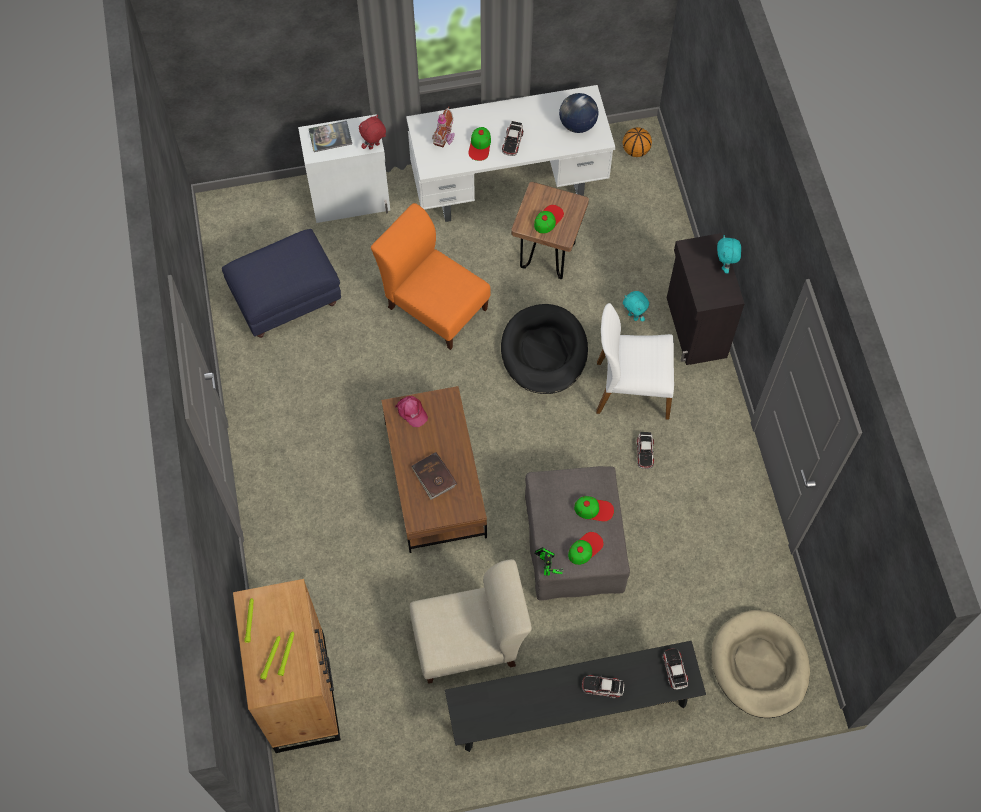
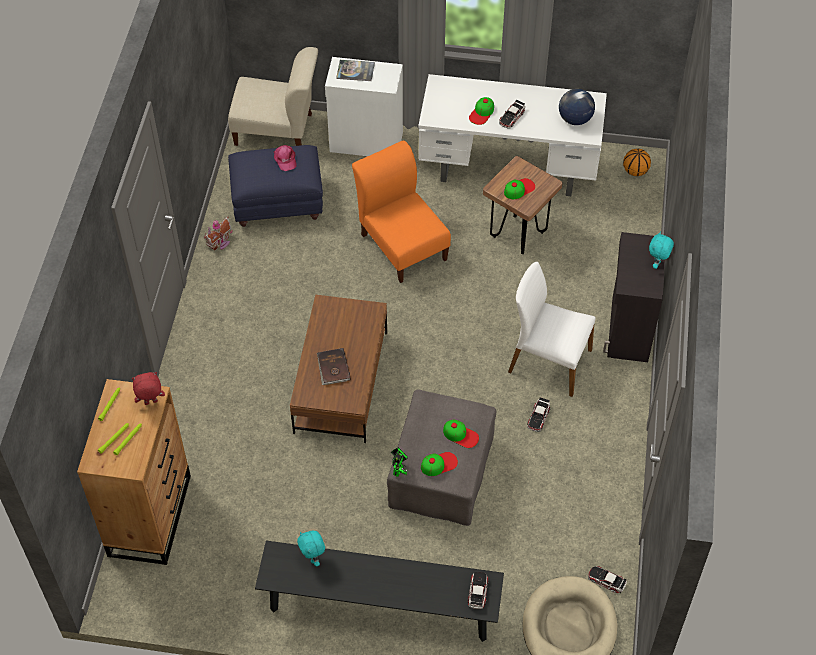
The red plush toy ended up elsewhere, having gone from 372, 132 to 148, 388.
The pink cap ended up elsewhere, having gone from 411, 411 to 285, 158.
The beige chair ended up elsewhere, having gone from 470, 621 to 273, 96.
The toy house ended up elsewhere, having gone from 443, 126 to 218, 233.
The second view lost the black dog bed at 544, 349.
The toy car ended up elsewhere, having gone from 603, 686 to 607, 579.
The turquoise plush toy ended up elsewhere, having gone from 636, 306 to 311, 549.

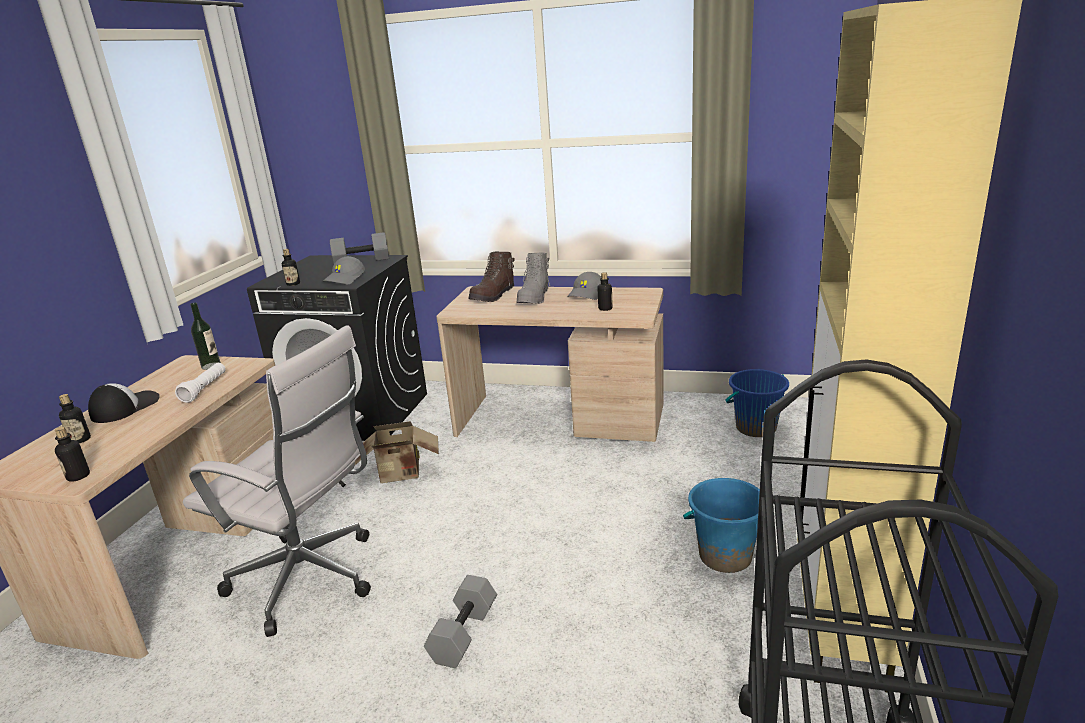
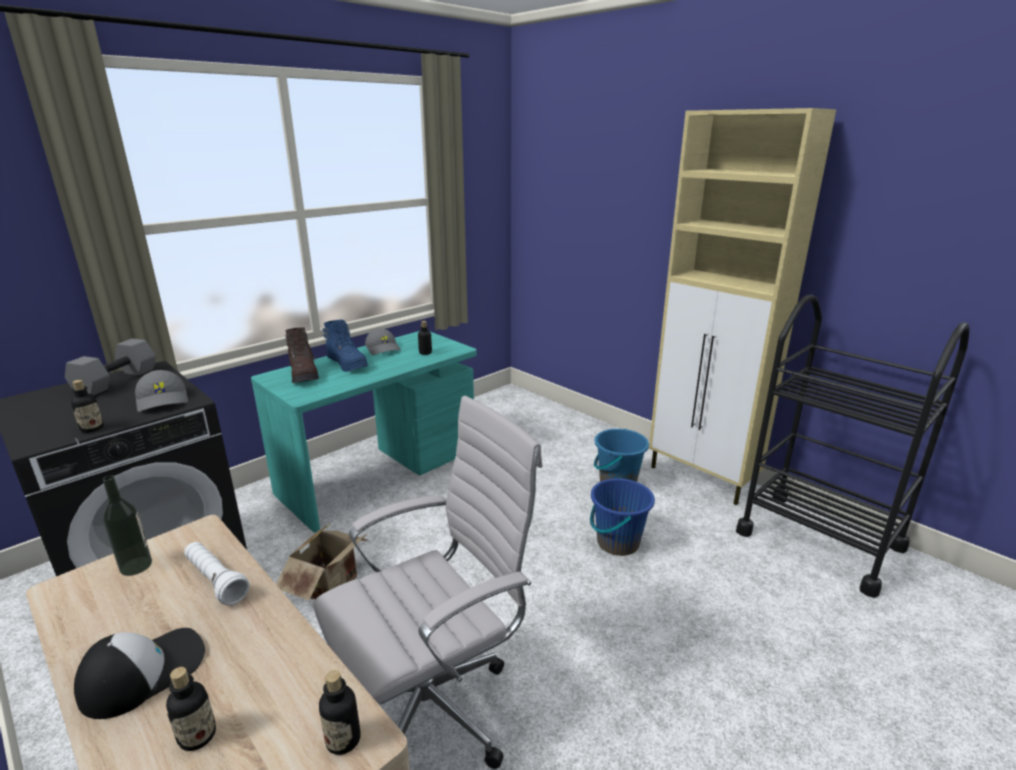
The cap at 124, 403 ended up facing another way, 75 degrees clockwise from before.
The second view lost the grey dumbbell at 460, 621.
What was the beige desk at 550, 364 turned into the turquoise desk at 364, 432.
What was the grey boot at 533, 278 turned into the blue boot at 345, 346.
The blue bucket ended up elsewhere, having gone from 757, 403 to 622, 517.

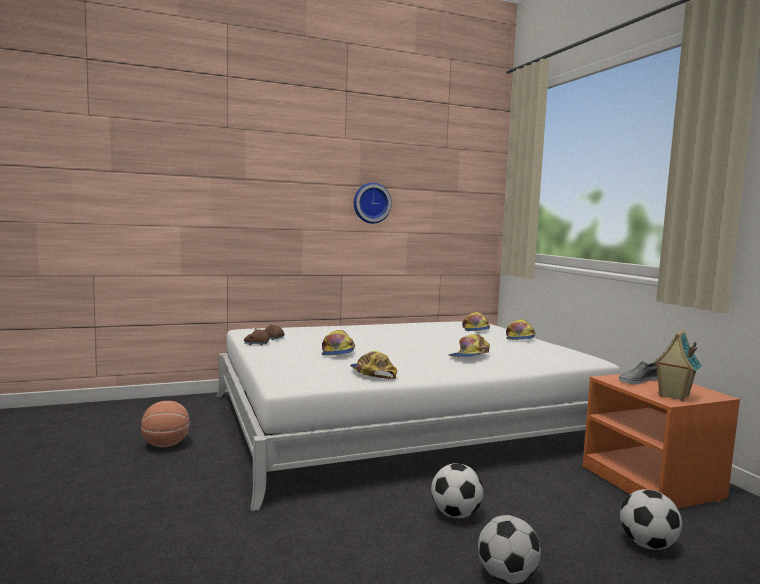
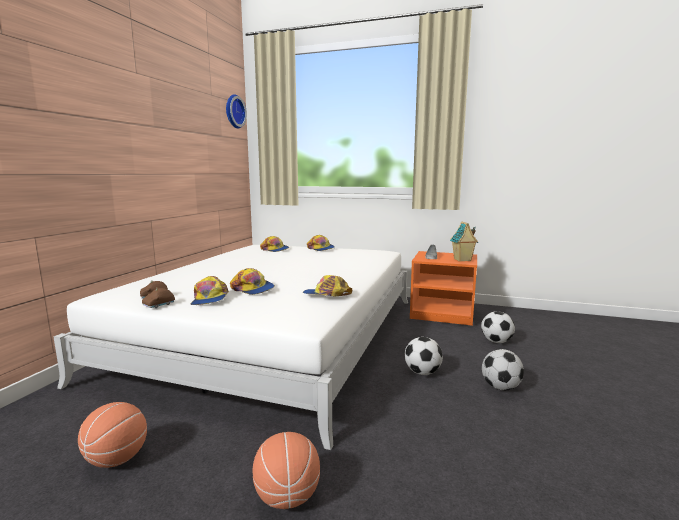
The wall clock ended up elsewhere, having gone from 373, 203 to 236, 111.
The cap ended up elsewhere, having gone from 469, 345 to 210, 290.
The second view gained the basketball at 286, 470.

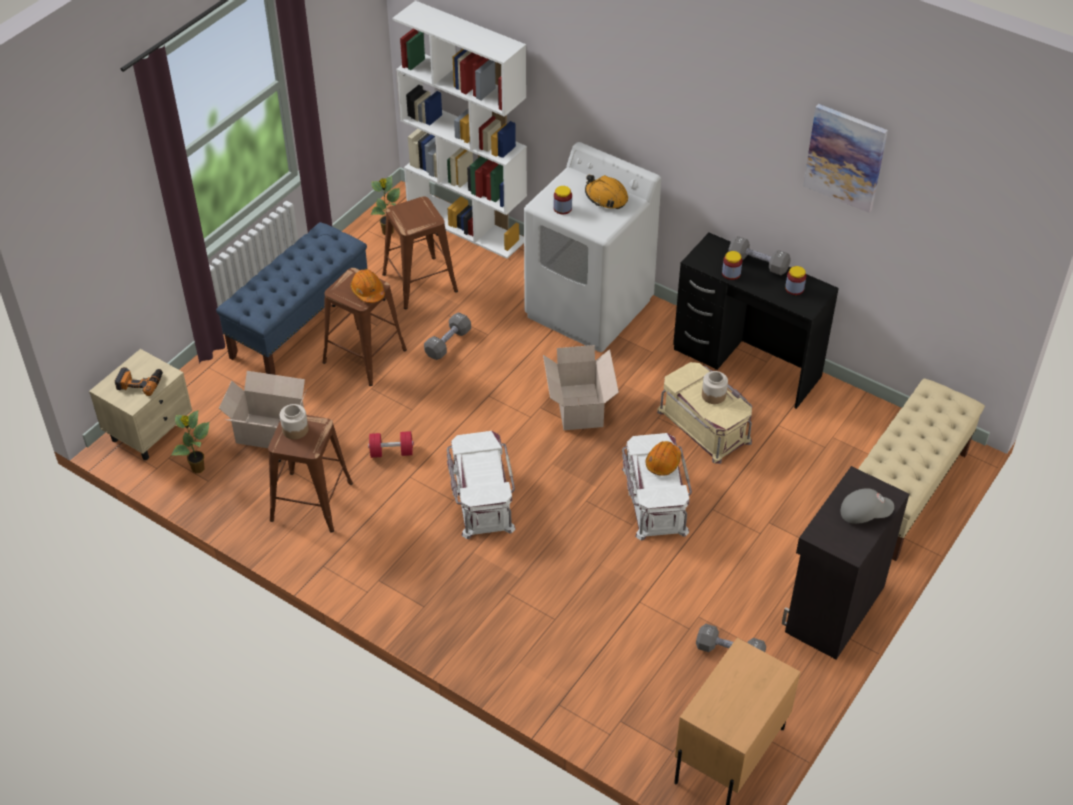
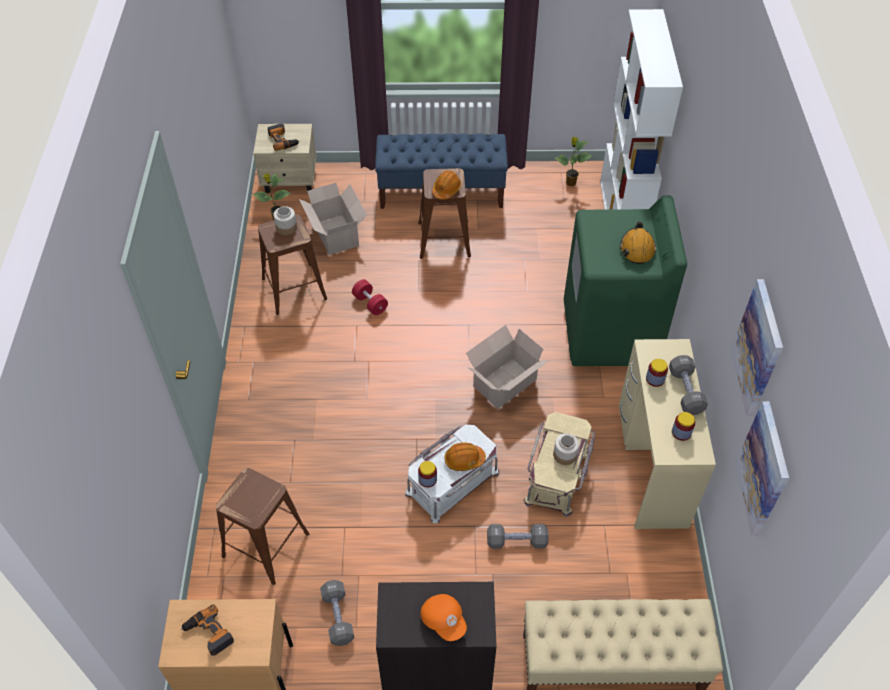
The brown stool ended up elsewhere, having gone from 420, 252 to 262, 526.
The grey dumbbell ended up elsewhere, having gone from 447, 336 to 518, 536.
The second view lost the white storage box at 481, 485.
What was the white washing machine at 592, 247 turned into the green washing machine at 625, 280.
The jar ended up elsewhere, having gone from 563, 200 to 427, 474.
What was the black desk at 756, 321 turned into the beige desk at 667, 434.
What was the grey cap at 867, 506 turned into the orange cap at 443, 617.
The second view gained the power drill at 207, 630.
The second view gained the picture at 762, 468.

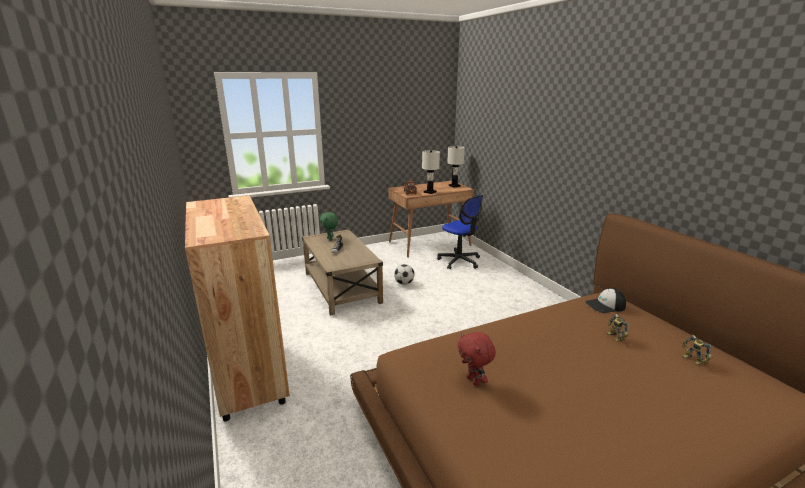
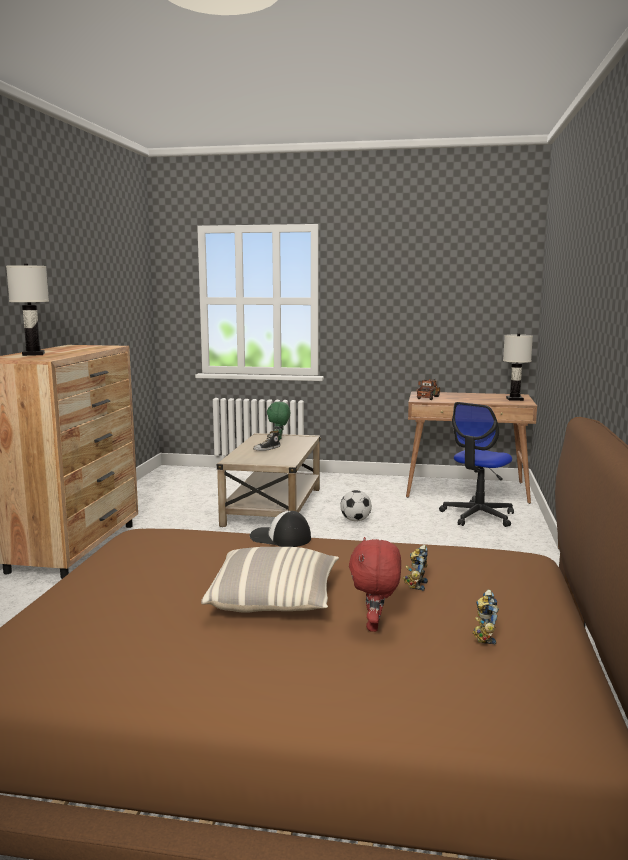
The white table lamp ended up elsewhere, having gone from 431, 172 to 27, 310.
The office chair at 460, 232 ended up facing another way, 45 degrees clockwise from before.
The red plush toy ended up elsewhere, having gone from 477, 359 to 375, 584.
The cap ended up elsewhere, having gone from 605, 300 to 280, 529.
The second view gained the pillow at 270, 580.

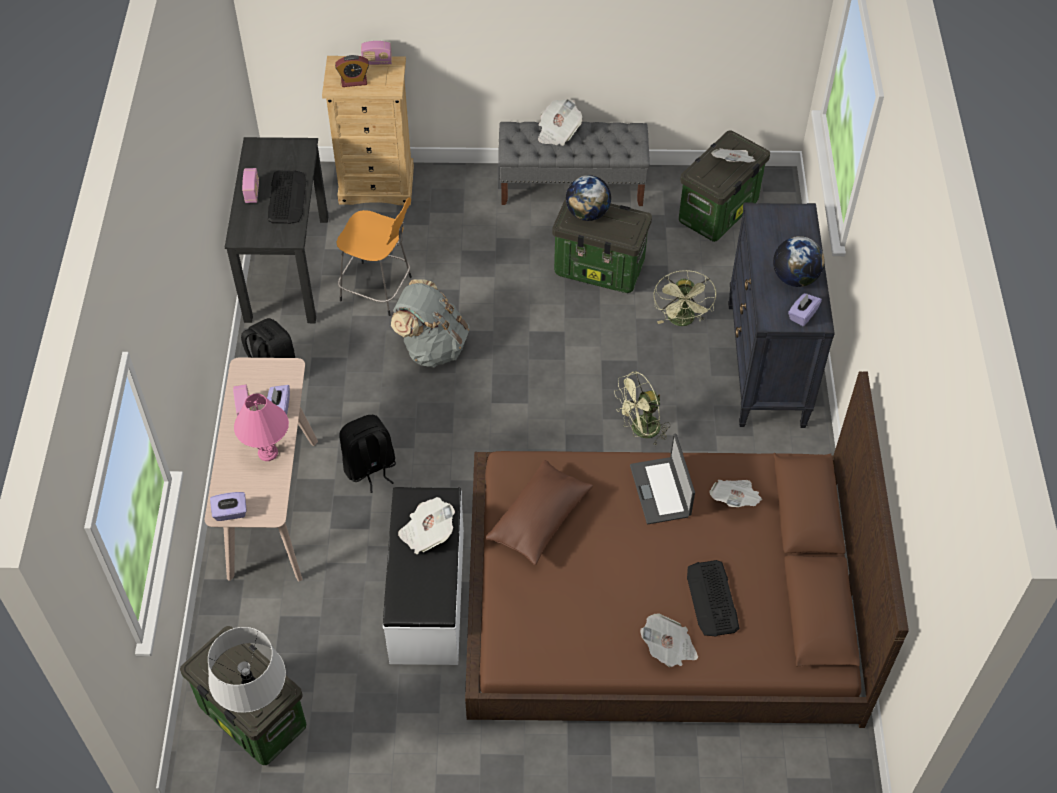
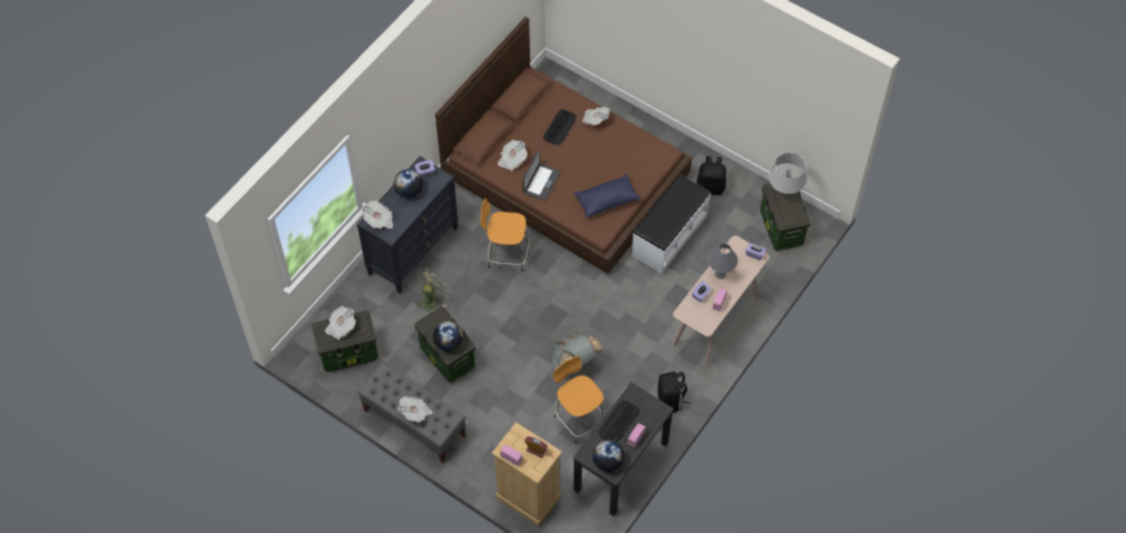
What was the pink table lamp at 261, 427 turned into the grey table lamp at 723, 261.
The black backpack ended up elsewhere, having gone from 367, 454 to 711, 175.
The newspaper ended up elsewhere, having gone from 426, 525 to 377, 215.
What was the brown pillow at 539, 512 turned into the blue pillow at 607, 196.
Where the green fan stood at 642, 408, the orange stool came to stand at 504, 235.
The second view gained the globe at 609, 456.

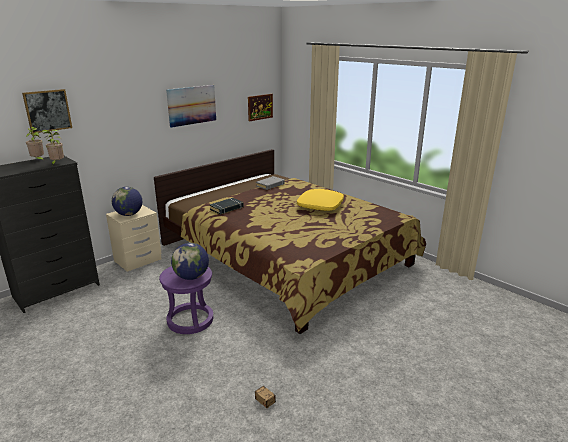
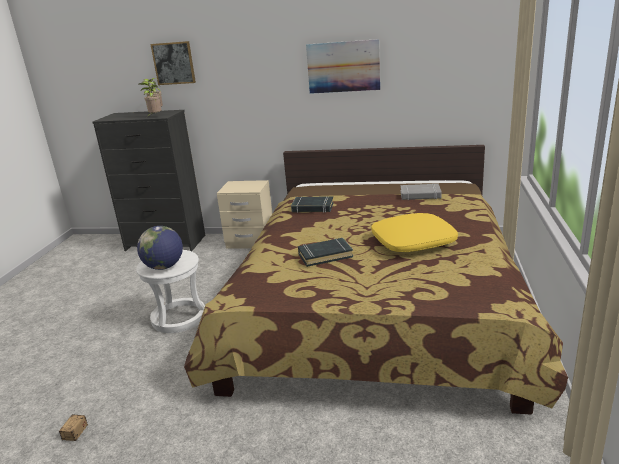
The second view lost the globe at 127, 201.
What was the purple stool at 186, 300 turned into the white stool at 170, 291.
The second view lost the picture at 260, 107.
The second view gained the black book at 325, 252.

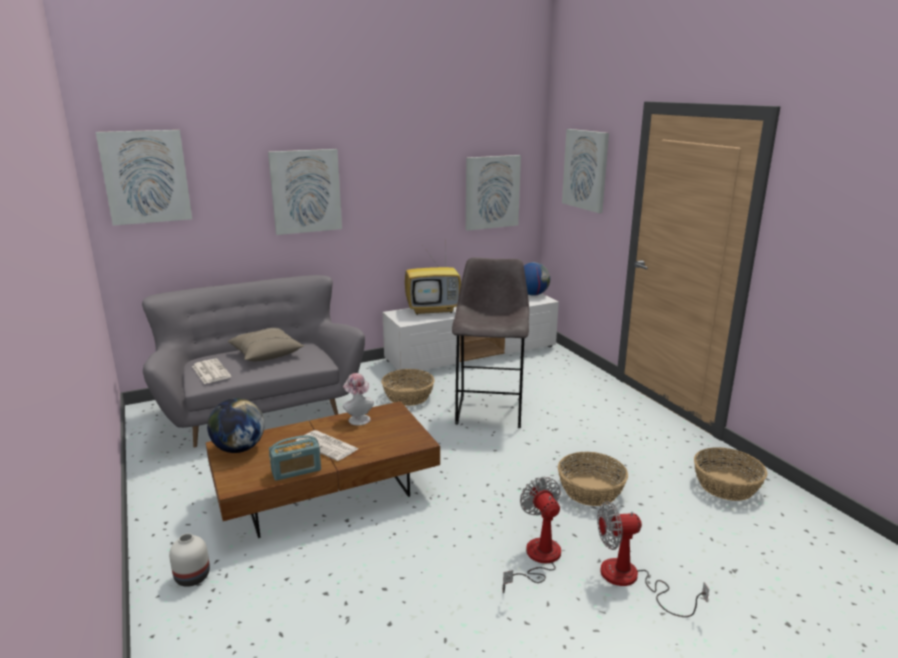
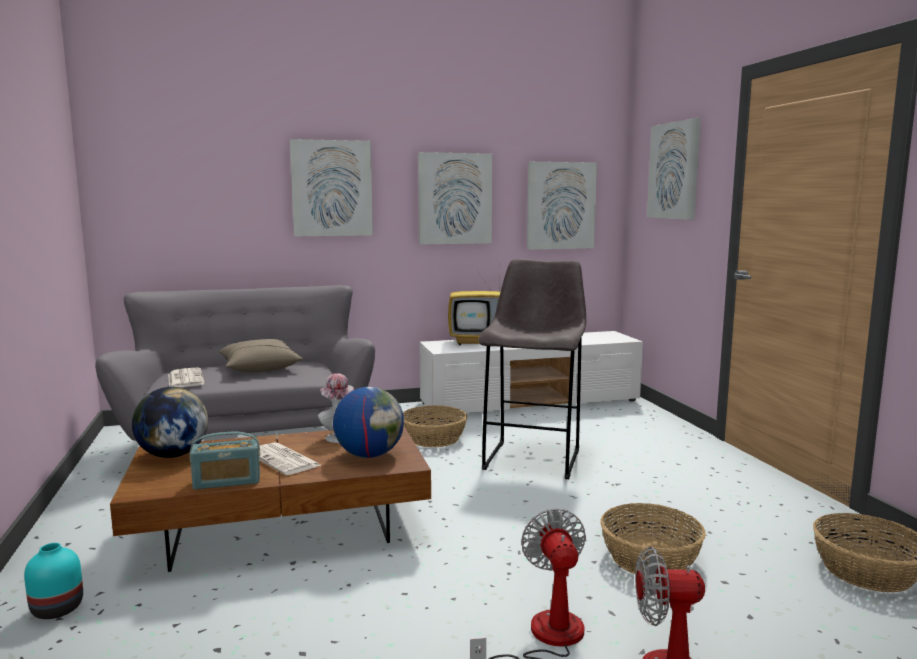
The picture ended up elsewhere, having gone from 144, 178 to 455, 198.
What was the white vase at 189, 560 turned into the turquoise vase at 53, 581.
The globe ended up elsewhere, having gone from 537, 279 to 368, 422.

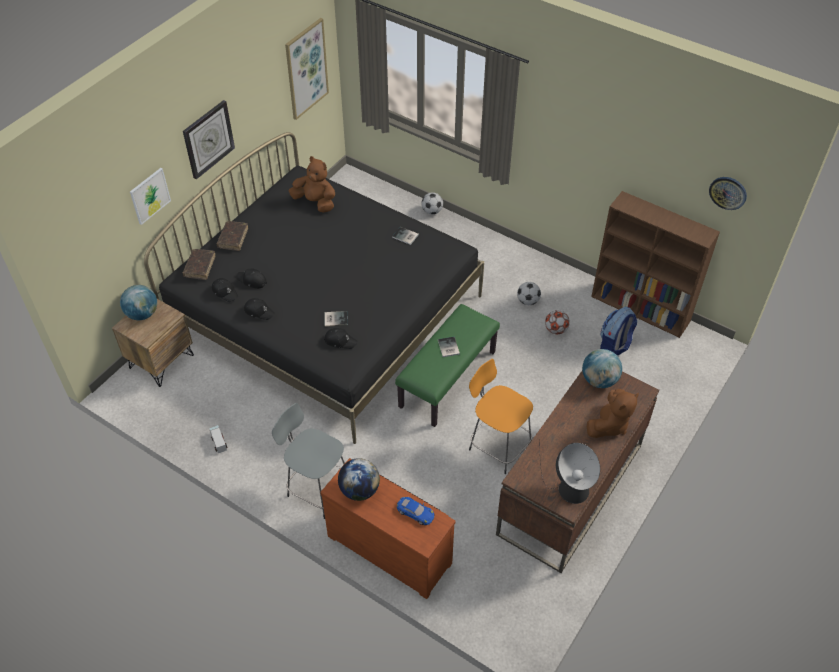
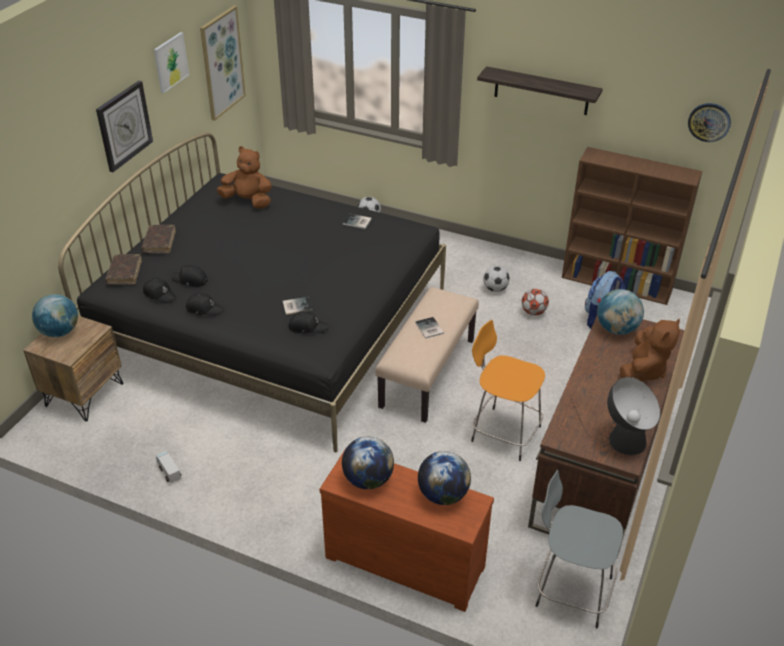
The picture ended up elsewhere, having gone from 150, 196 to 171, 62.
The grey stool ended up elsewhere, having gone from 308, 461 to 579, 549.
What was the green bench at 447, 365 turned into the beige bench at 427, 355.
Where the blue toy car stood at 415, 511, the globe came to stand at 444, 478.
The second view gained the shelf at 539, 90.

